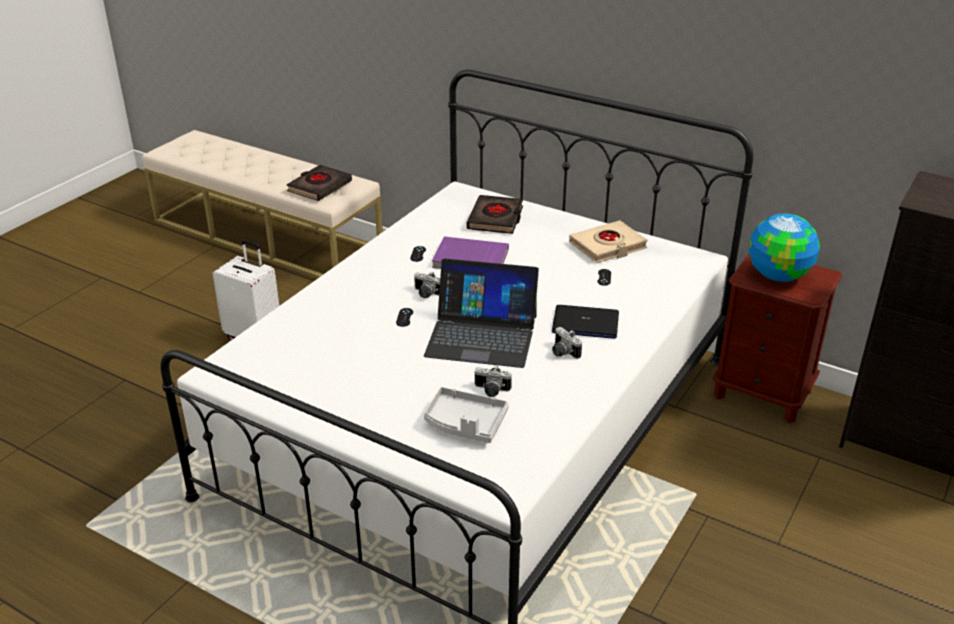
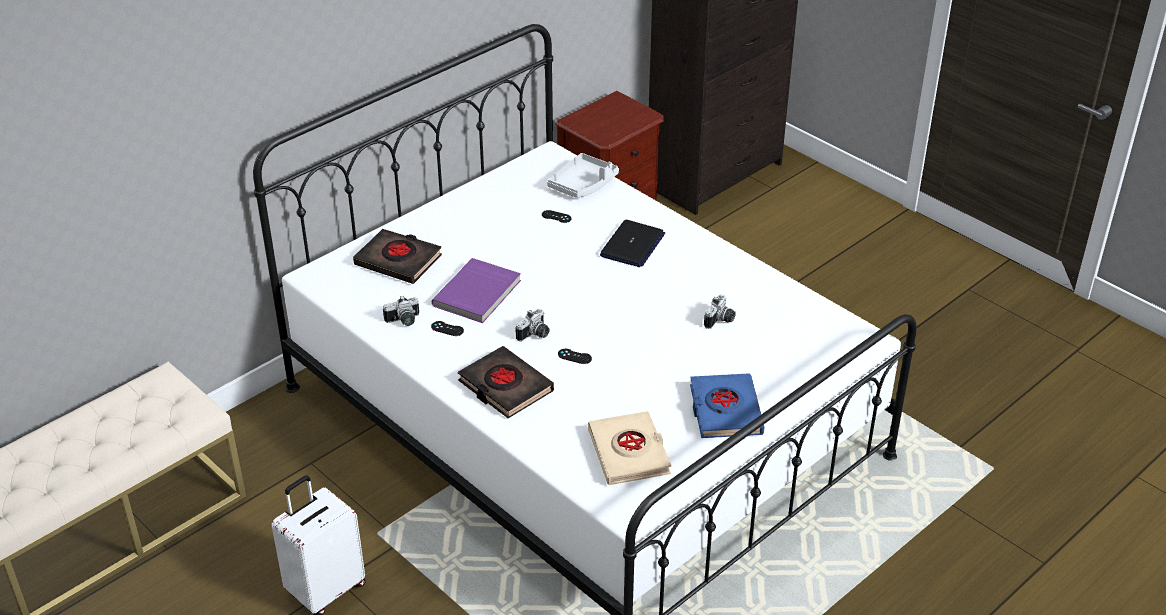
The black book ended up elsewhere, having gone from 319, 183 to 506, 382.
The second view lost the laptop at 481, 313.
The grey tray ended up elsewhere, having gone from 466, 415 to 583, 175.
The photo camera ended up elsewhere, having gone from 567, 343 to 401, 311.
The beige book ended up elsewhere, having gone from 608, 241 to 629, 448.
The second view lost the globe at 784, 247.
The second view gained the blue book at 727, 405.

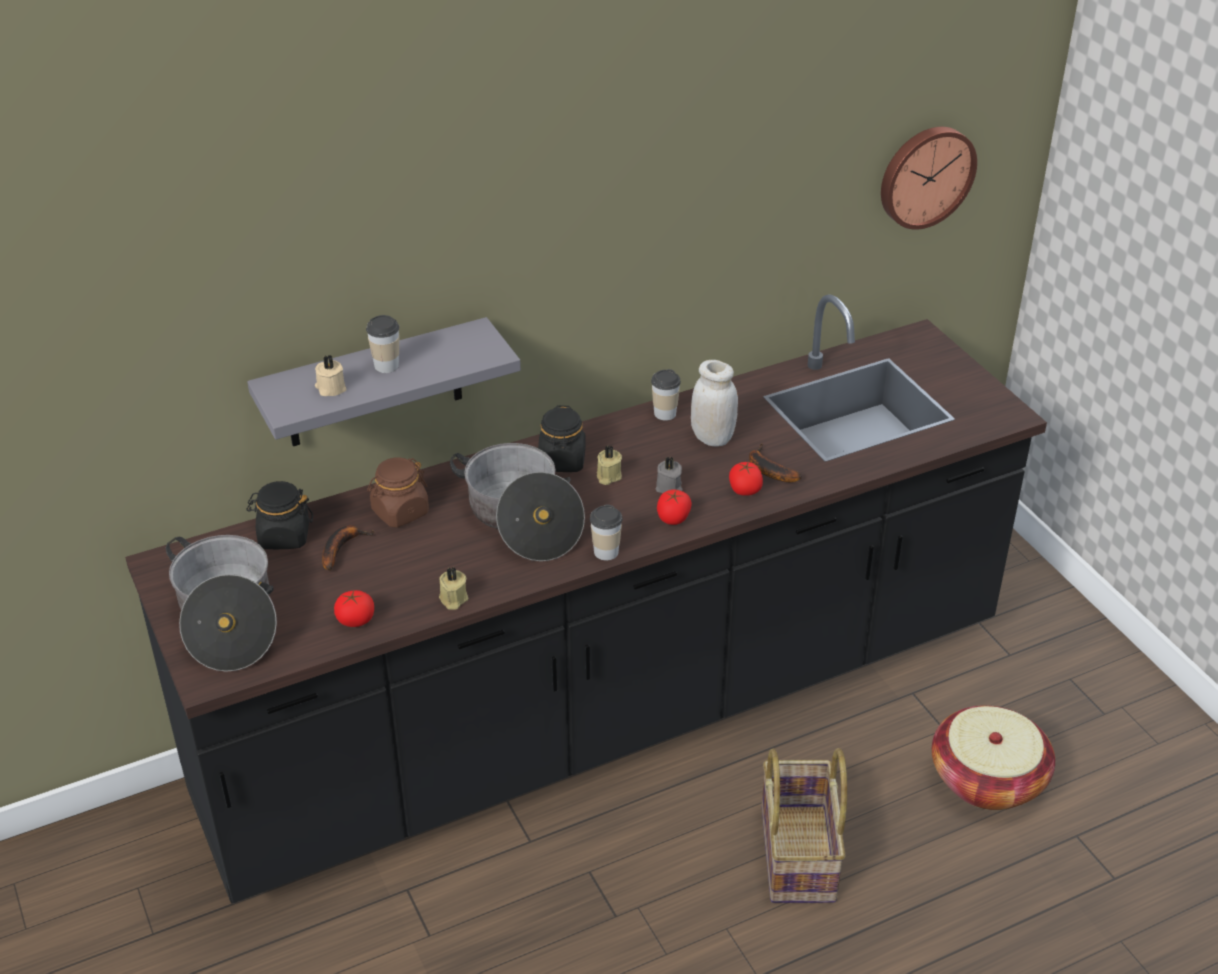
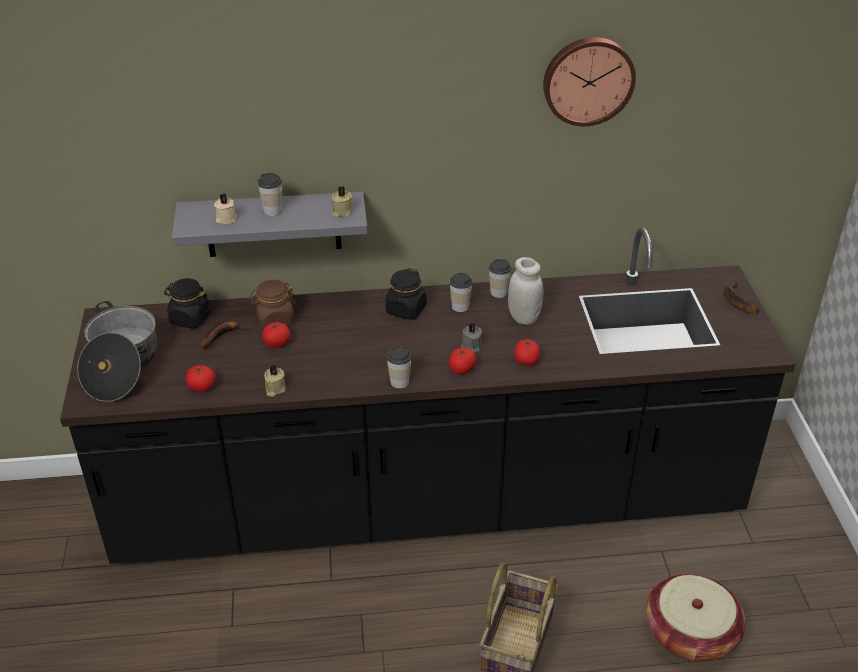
The second view lost the cooking pot at 517, 502.
The beige candle ended up elsewhere, having gone from 609, 465 to 342, 202.
The banana ended up elsewhere, having gone from 775, 462 to 741, 298.
The wall clock ended up elsewhere, having gone from 929, 178 to 589, 81.
The second view gained the tomato at 276, 335.
The second view gained the cup at 461, 292.

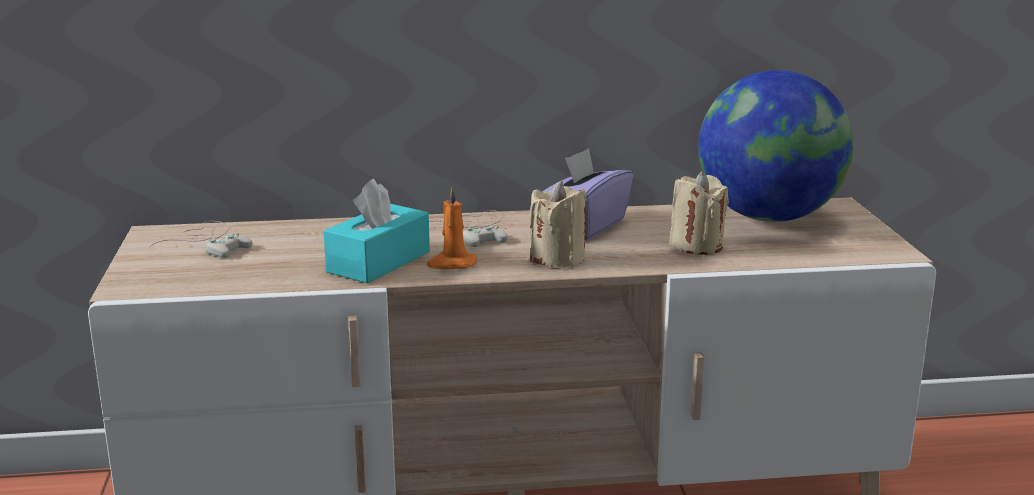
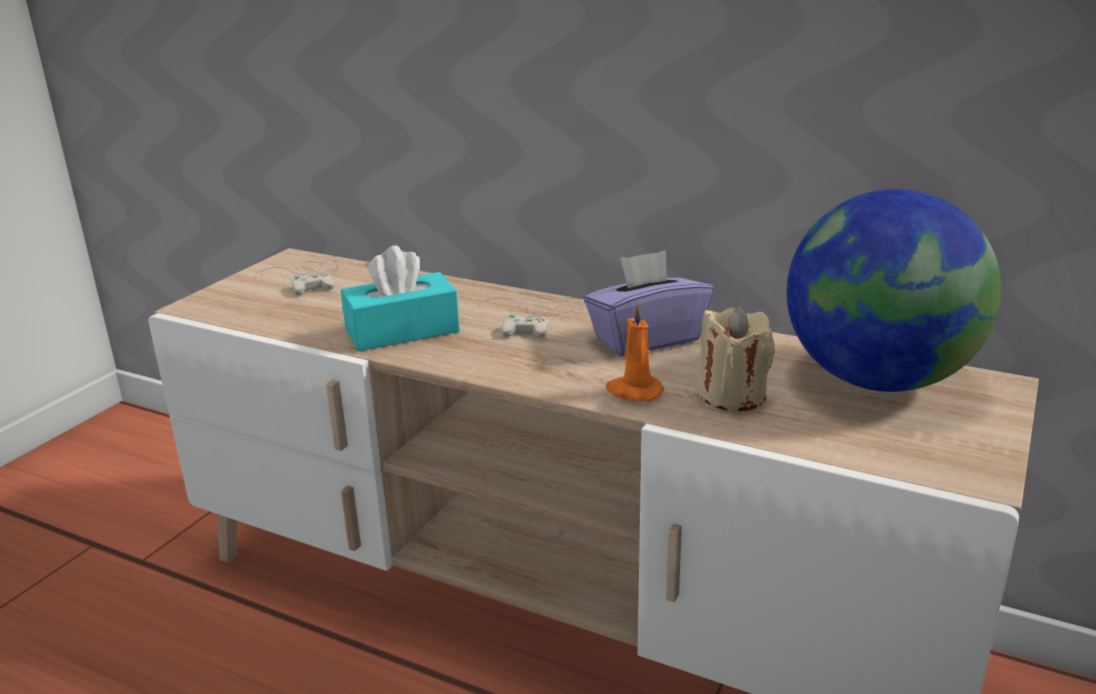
The orange candle ended up elsewhere, having gone from 451, 227 to 635, 352.
The second view lost the beige candle at 558, 223.

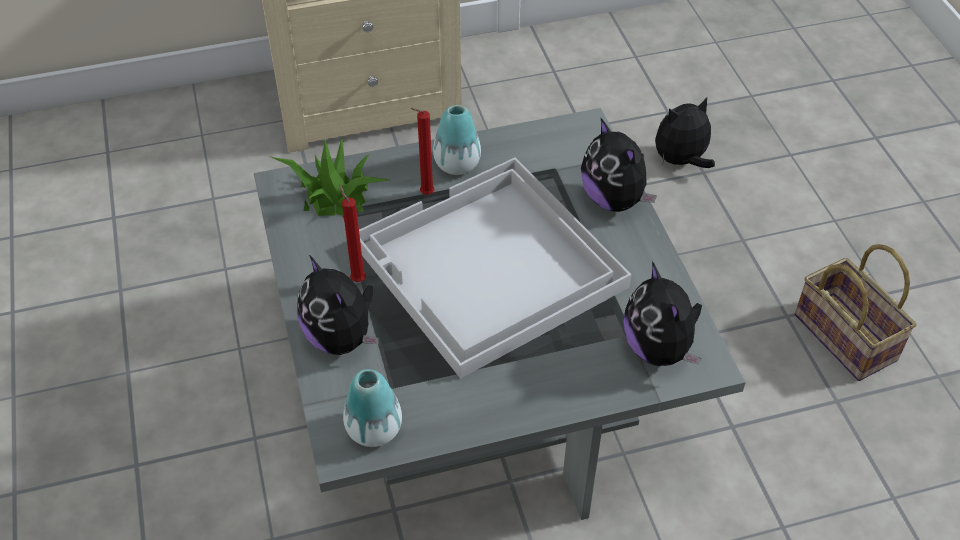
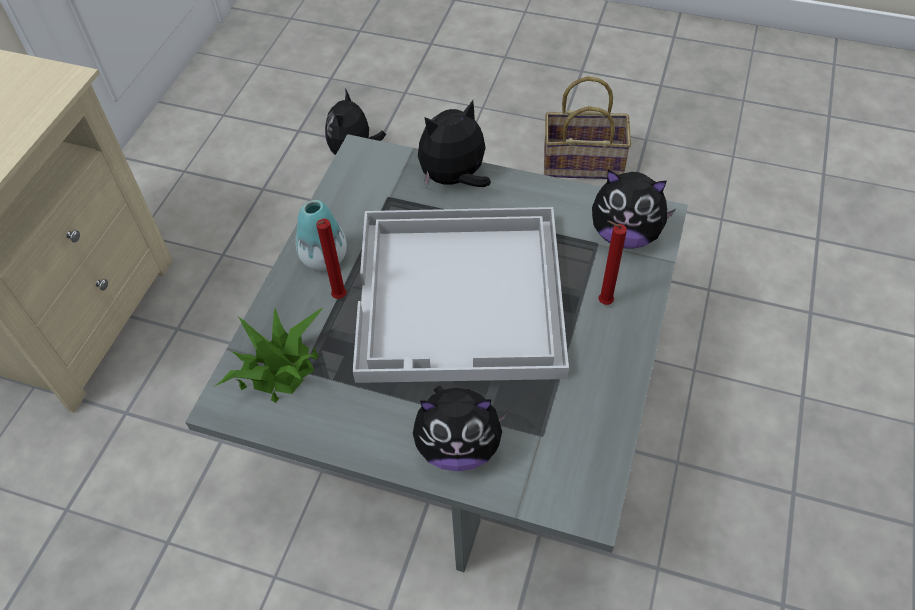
The red candle ended up elsewhere, having gone from 352, 233 to 612, 263.
The second view lost the vase at 372, 408.
The plush toy at 619, 165 ended up facing another way, 150 degrees clockwise from before.

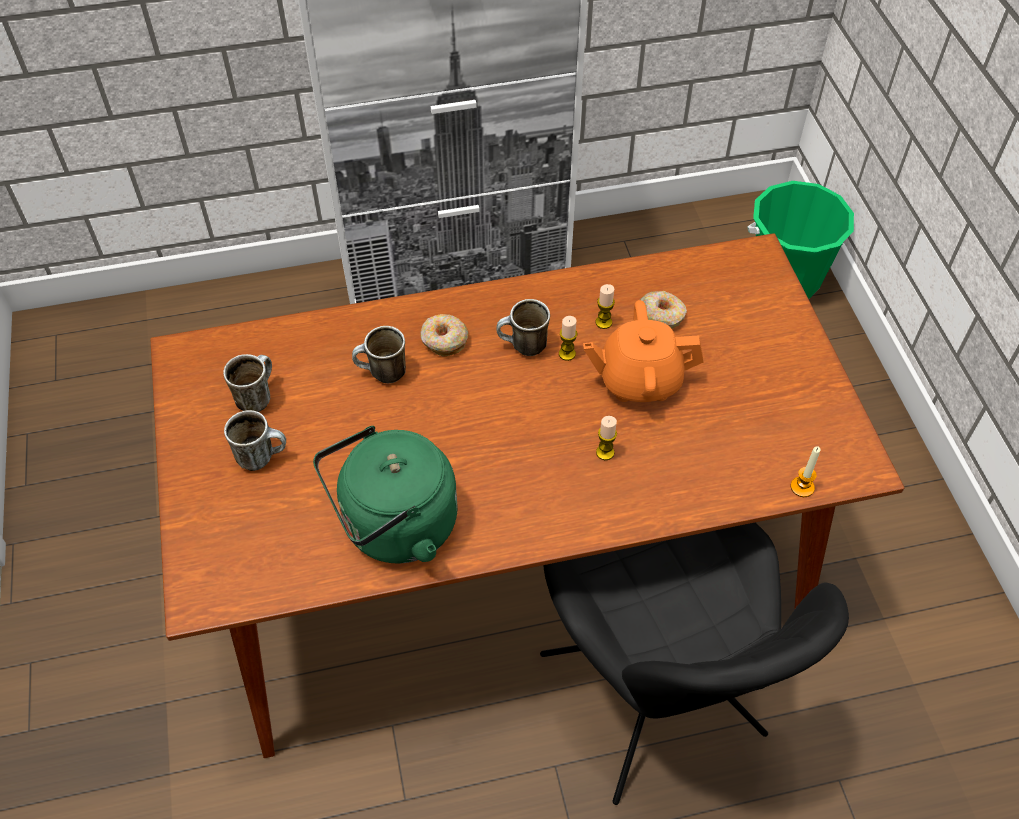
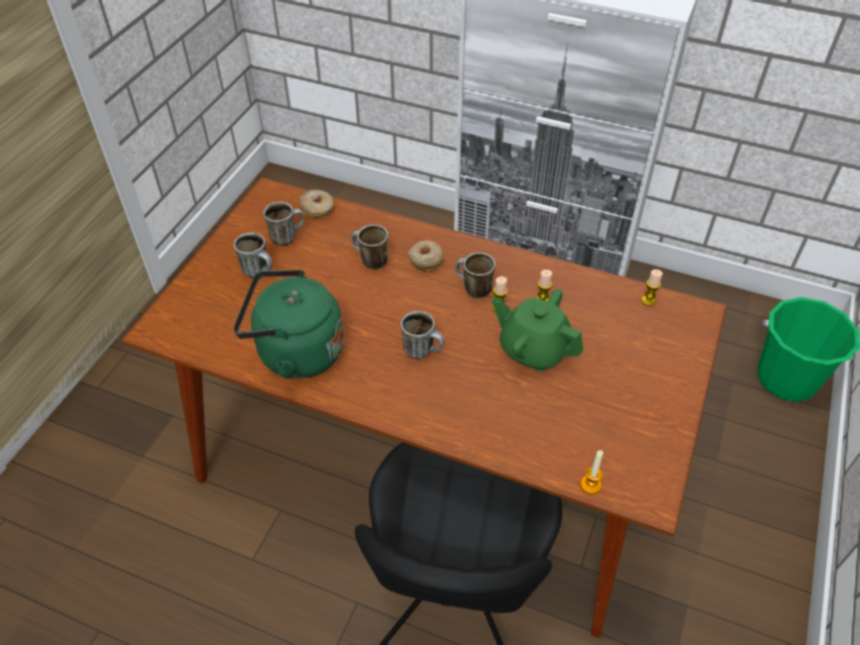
What was the orange teapot at 643, 351 turned into the green teapot at 537, 330.
The candle ended up elsewhere, having gone from 606, 438 to 652, 287.
The donut ended up elsewhere, having gone from 663, 310 to 316, 203.
The second view gained the mug at 422, 335.

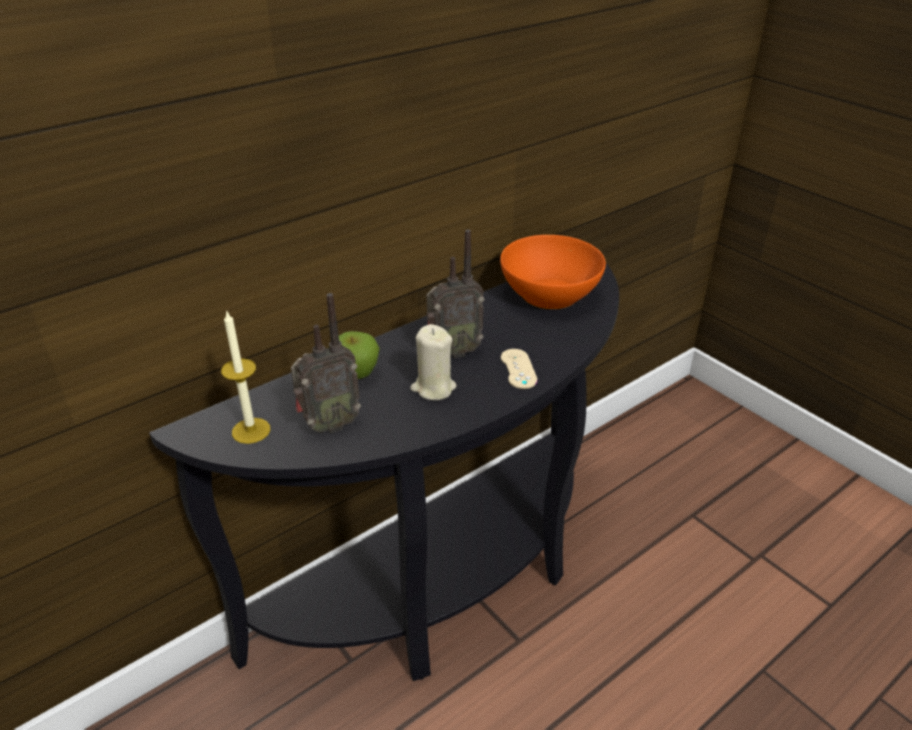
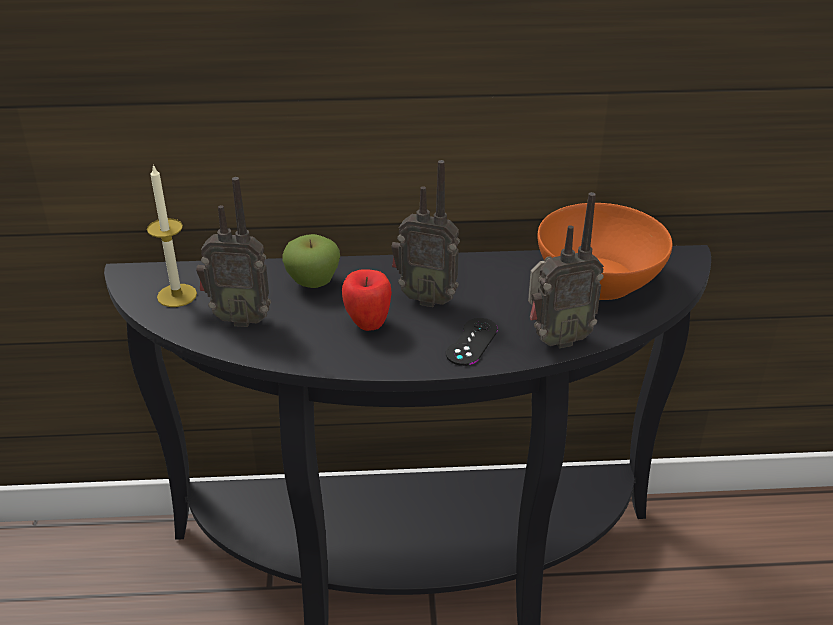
Where the beige candle stood at 433, 362, the apple came to stand at 367, 300.
What was the beige game controller at 519, 369 turned into the black game controller at 472, 342.
The second view gained the radio at 566, 270.

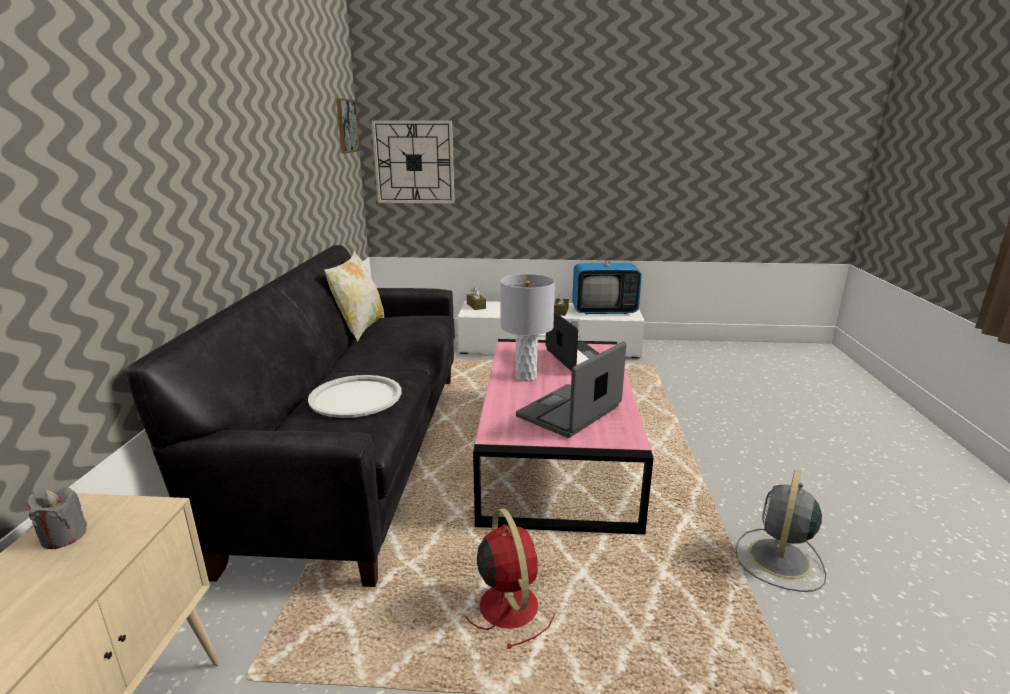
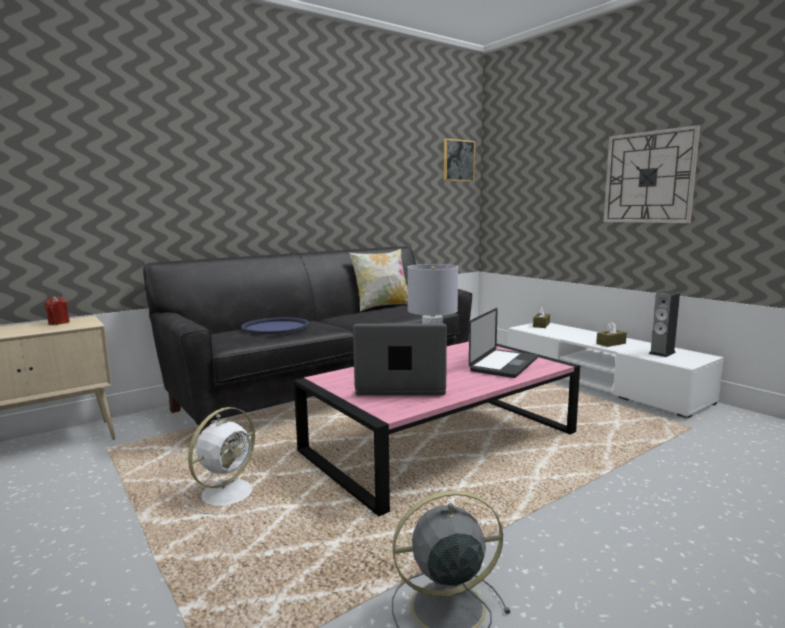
What was the grey candle at 57, 518 turned into the red candle at 57, 310.
What was the white tray at 355, 396 turned into the blue tray at 275, 325.
The wall clock ended up elsewhere, having gone from 413, 162 to 651, 174.
What was the red fan at 510, 578 turned into the white fan at 219, 460.
Where the television stood at 607, 274, the speaker came to stand at 664, 324.

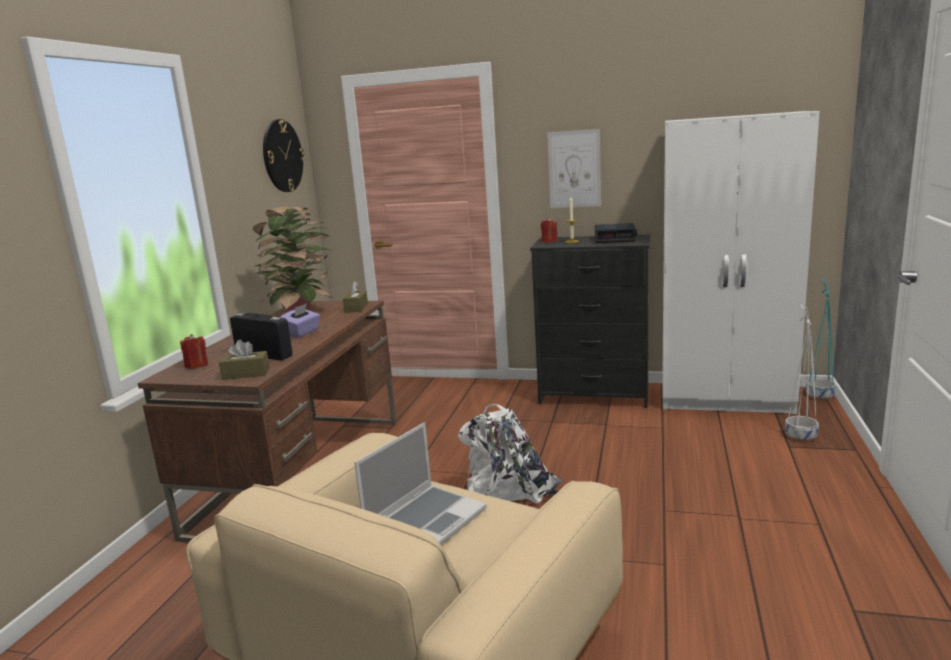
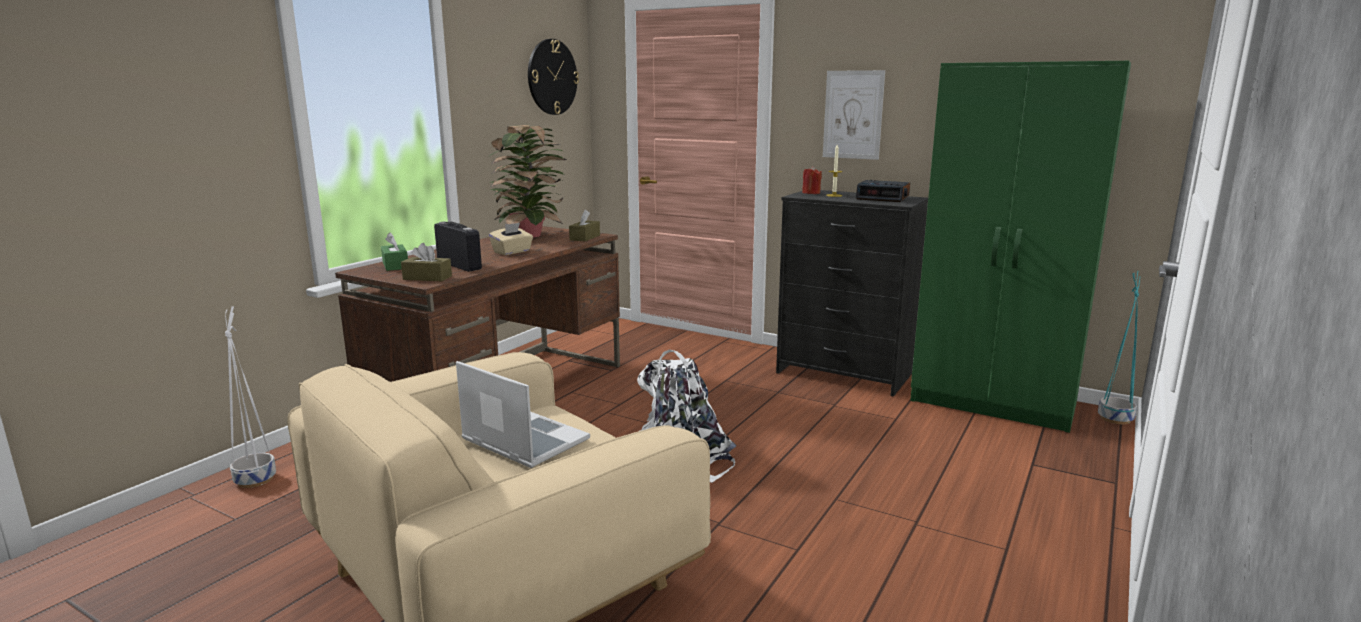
Where the red candle stood at 194, 351, the green tissue box came to stand at 394, 252.
What was the purple tissue box at 299, 320 turned into the beige tissue box at 511, 239.
The laptop at 420, 483 ended up facing another way, 105 degrees counterclockwise from before.
What was the white wardrobe at 741, 262 turned into the green wardrobe at 1020, 247.
The white planter ended up elsewhere, having gone from 802, 372 to 250, 397.

